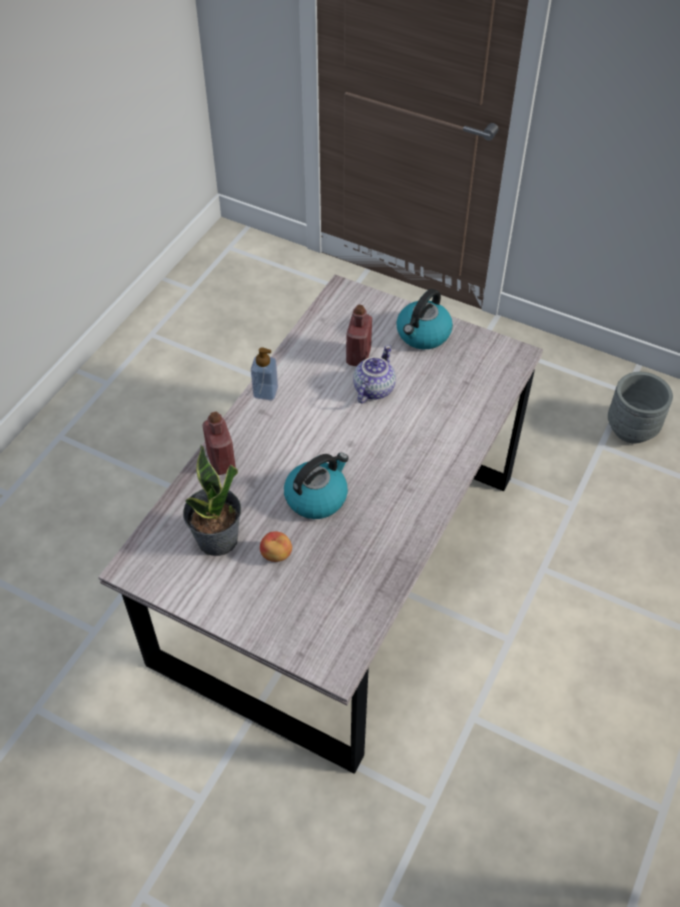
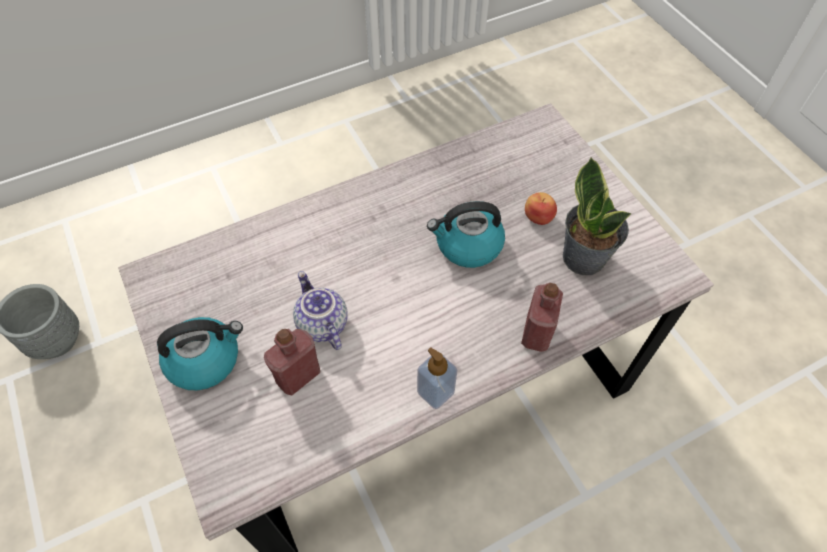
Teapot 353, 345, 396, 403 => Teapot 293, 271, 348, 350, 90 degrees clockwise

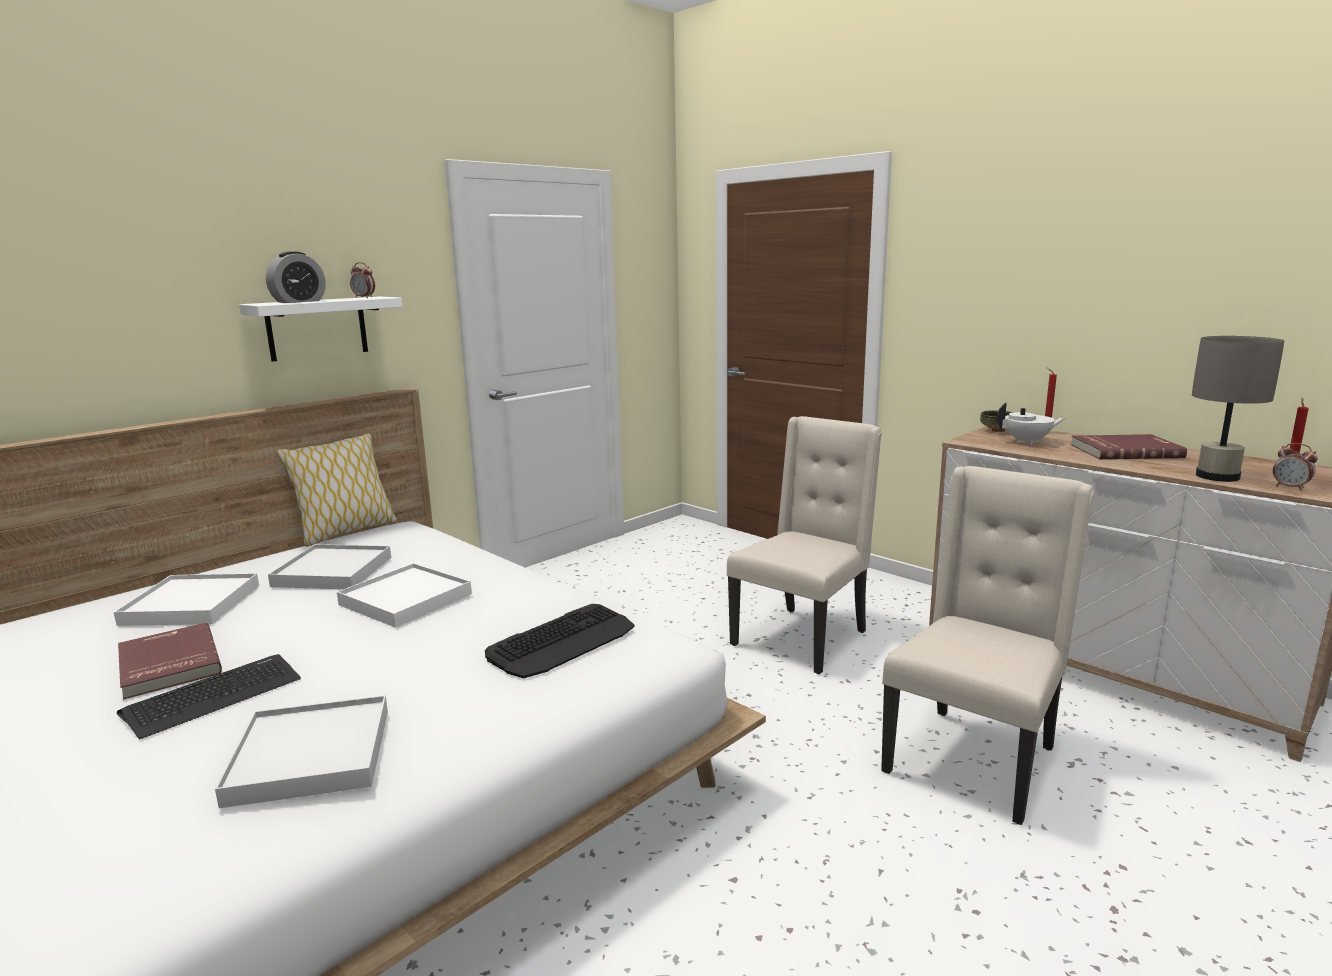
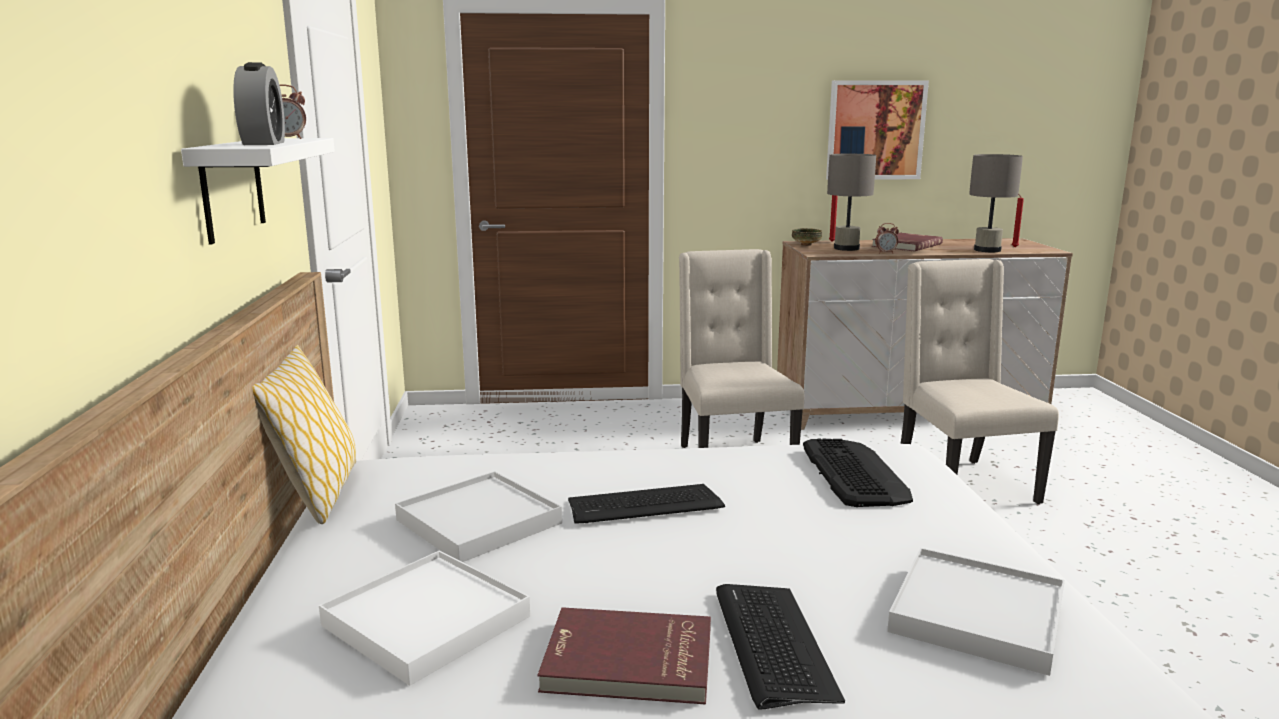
WhiteTray 337, 563, 472, 628 => PcKeyboard 568, 484, 725, 524
WhiteTeapot 997, 403, 1065, 445 => GreyTableLamp 827, 154, 876, 251
BedsideClock 1273, 443, 1318, 491 => BedsideClock 875, 223, 899, 254, moved
nothing => Picture 826, 80, 929, 180

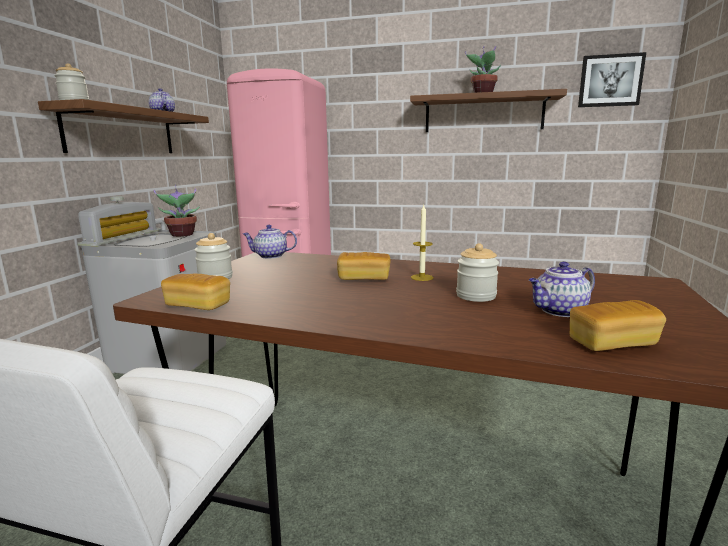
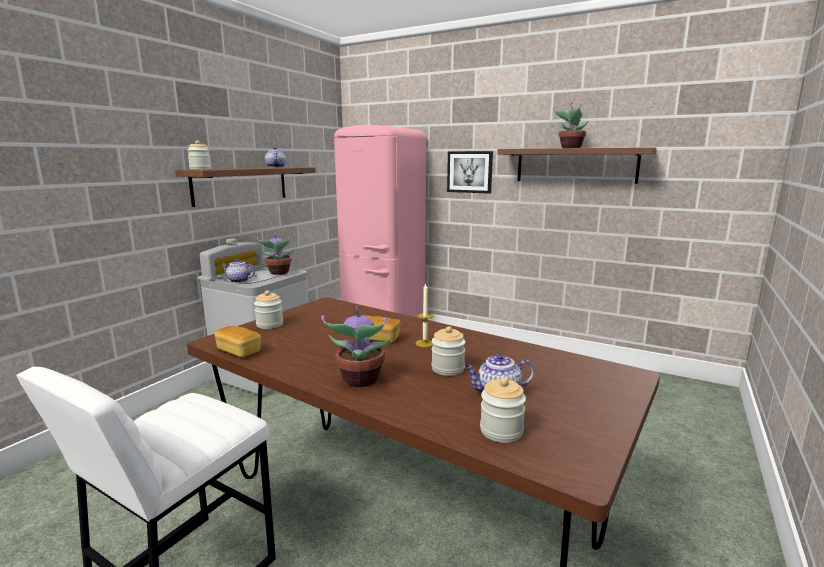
Teapot 243, 225, 297, 259 => Teapot 222, 259, 255, 283, moved
BakeryBread 570, 300, 666, 351 => Jar 480, 377, 526, 443
Picture 578, 52, 646, 107 => Picture 447, 151, 493, 194, moved
nothing => Houseplant 321, 305, 392, 387

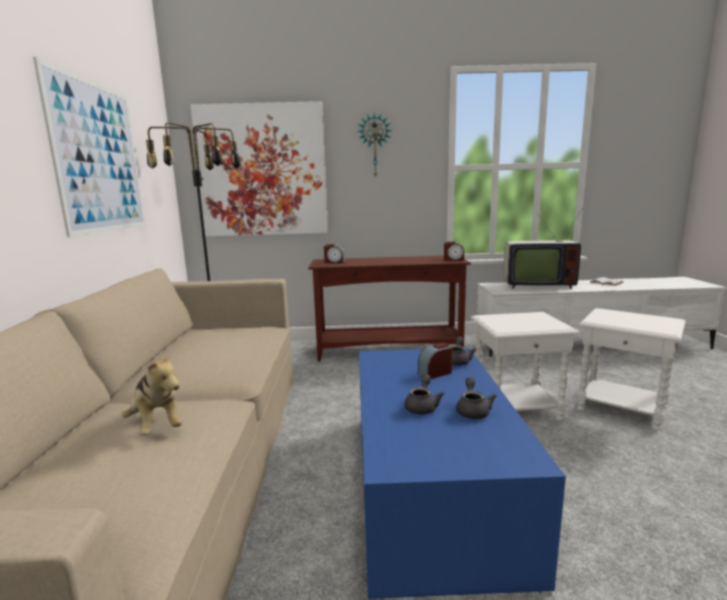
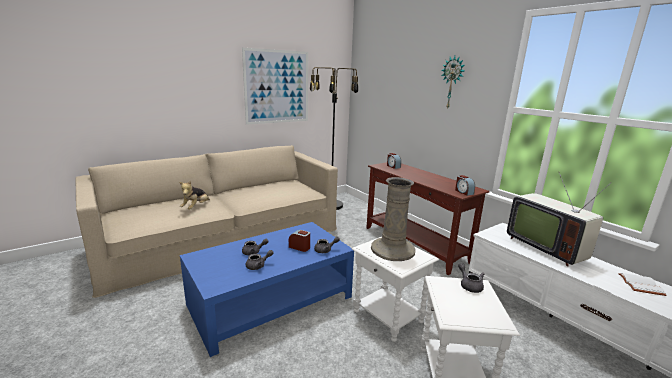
Picture 190, 101, 328, 236 => nothing
nothing => BeigeColouredFlowerVase 371, 177, 416, 261
nothing => GreyTeapot 458, 263, 484, 293

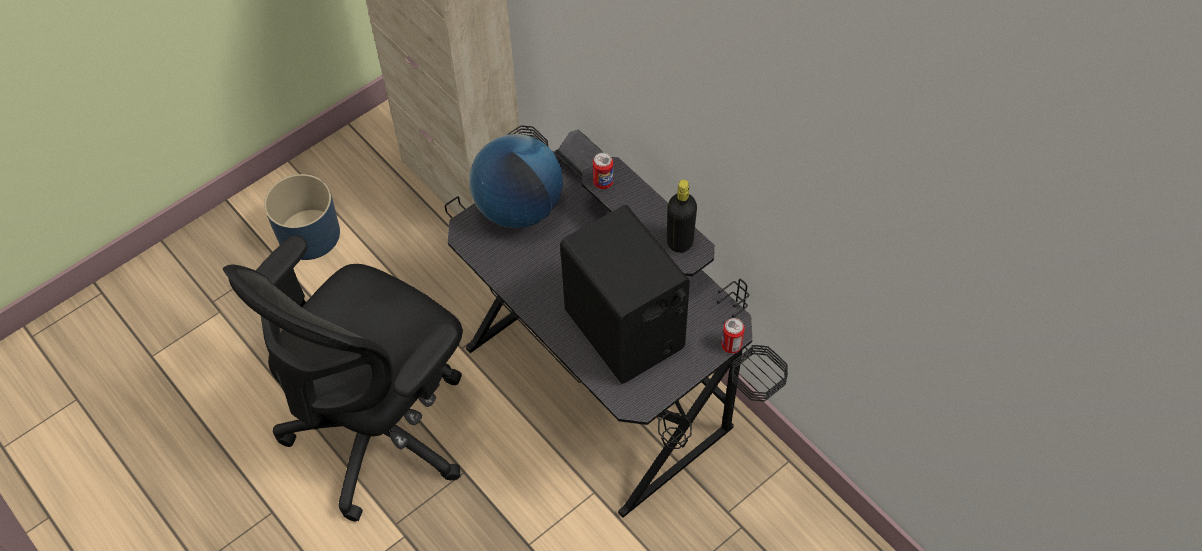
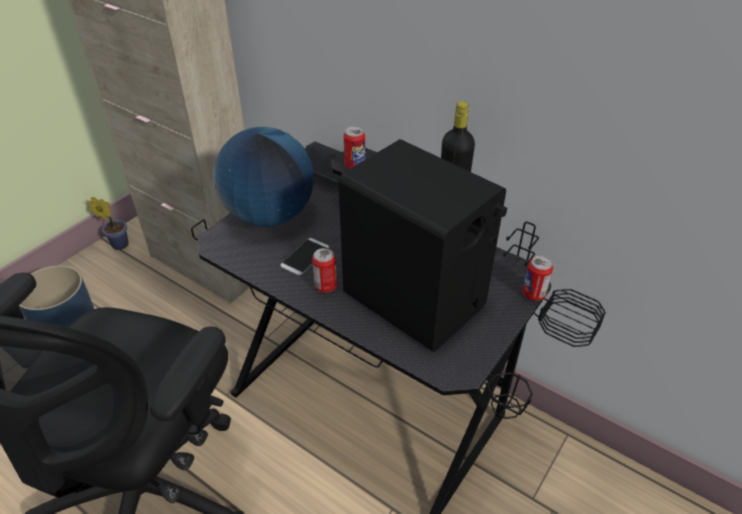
nothing => Houseplant 88, 197, 129, 250
nothing => Phone 280, 238, 329, 275
nothing => SealedCan 312, 248, 337, 293

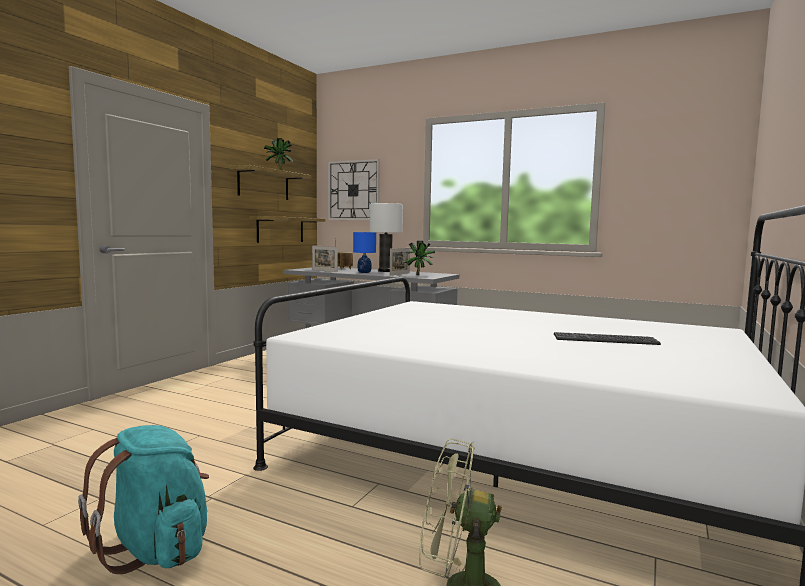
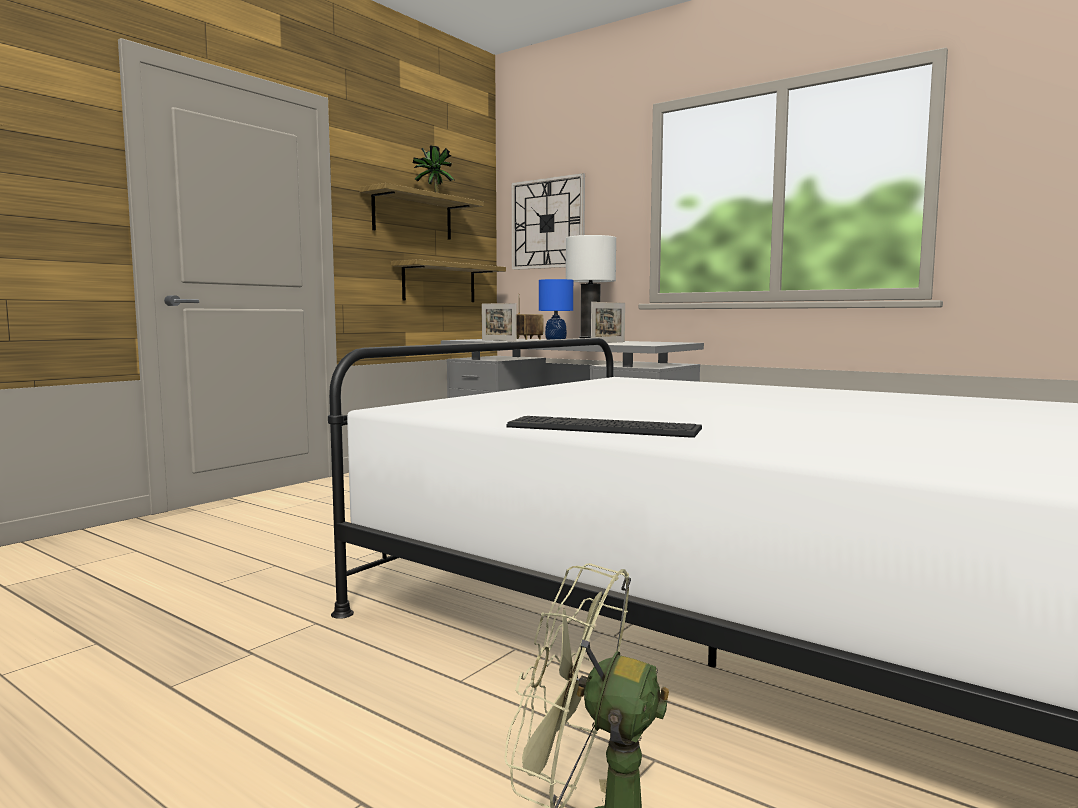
TurquoiseKnapsack 78, 425, 209, 574 => nothing
Houseplant 405, 241, 435, 275 => nothing
PcKeyboard 554, 332, 661, 345 => PcKeyboard 506, 416, 702, 438, moved

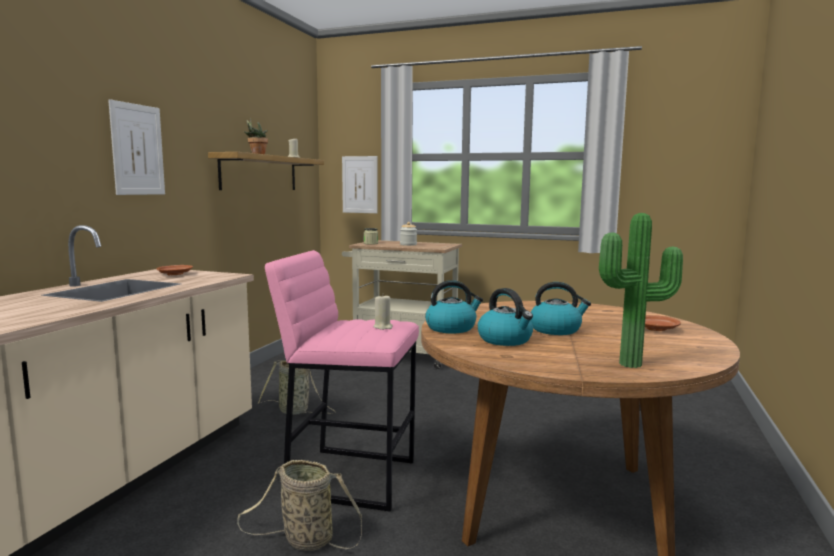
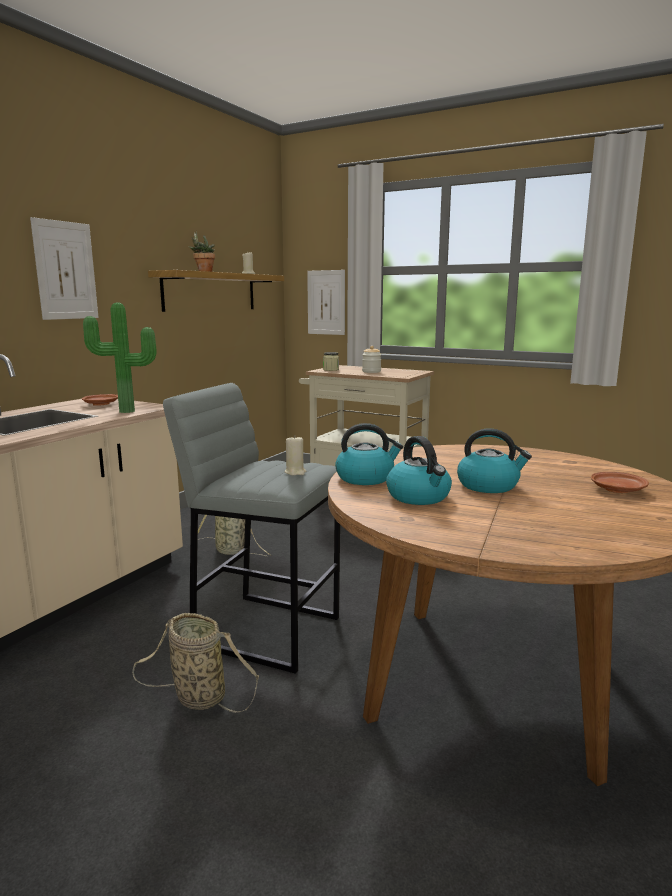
PinkishStoolSeat 265, 250, 419, 511 => GreyStoolSeat 163, 383, 340, 674
Houseplant 599, 213, 683, 368 => Houseplant 83, 302, 157, 413, moved

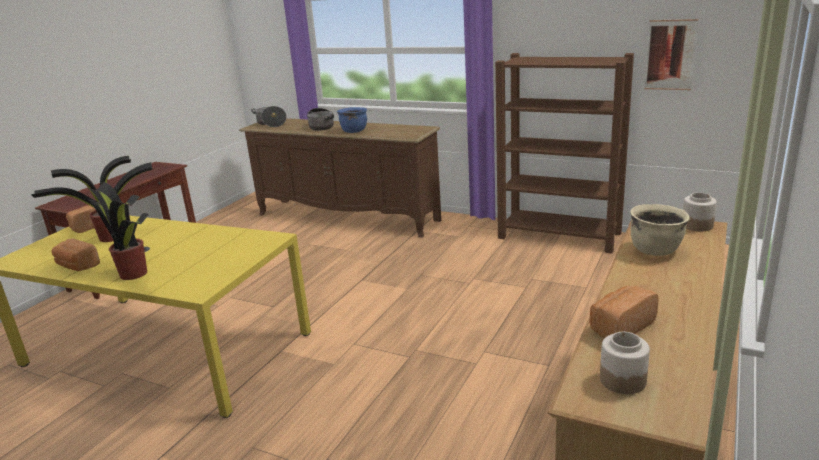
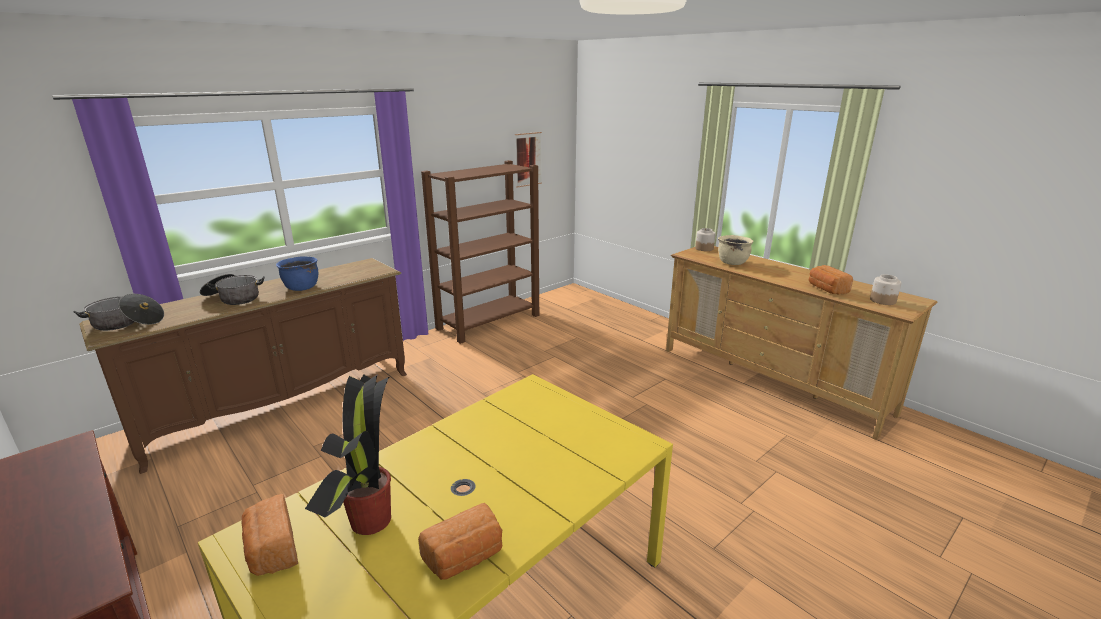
Houseplant 88, 182, 149, 280 => nothing

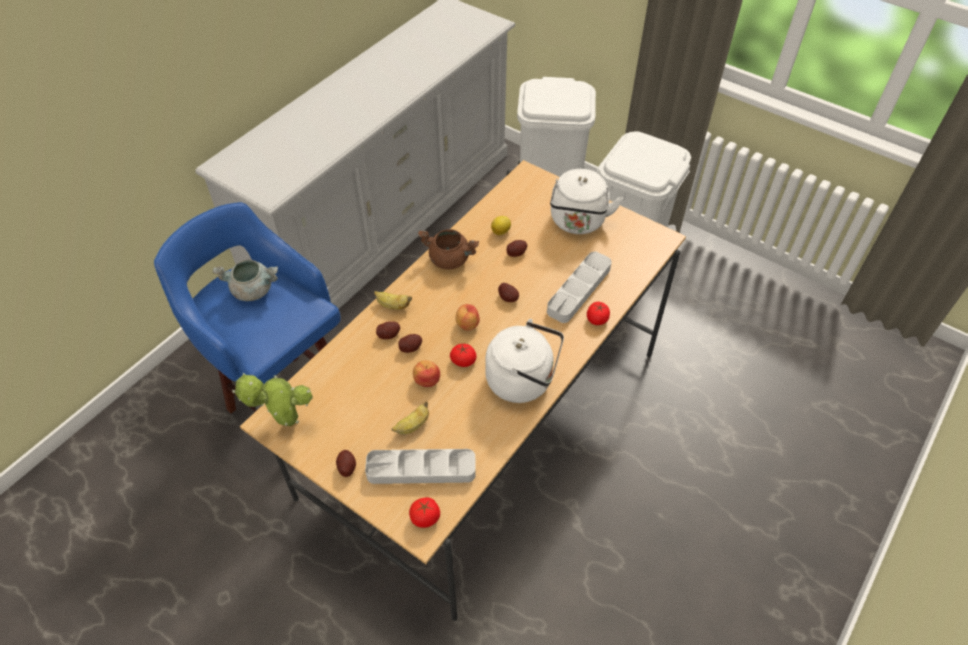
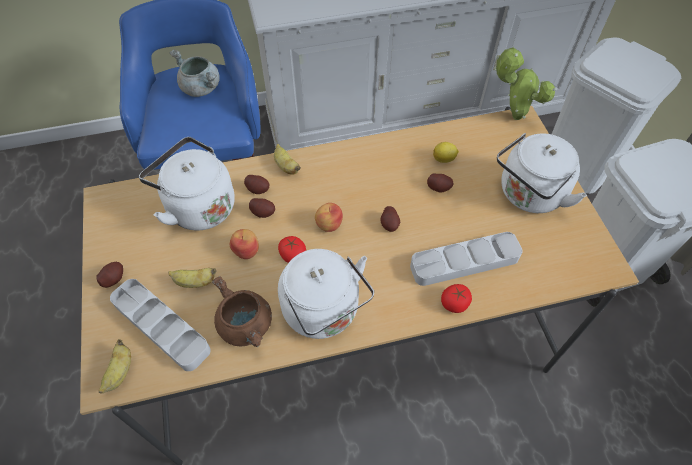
Houseplant 232, 373, 313, 426 => Houseplant 495, 47, 556, 120, moved
WholeTomato 409, 497, 440, 528 => BananaFruit 98, 339, 131, 394
BrownColouredSaucepot 418, 229, 479, 269 => BrownColouredSaucepot 212, 276, 272, 347, moved
nothing => WhiteWaterKettle 139, 137, 235, 231

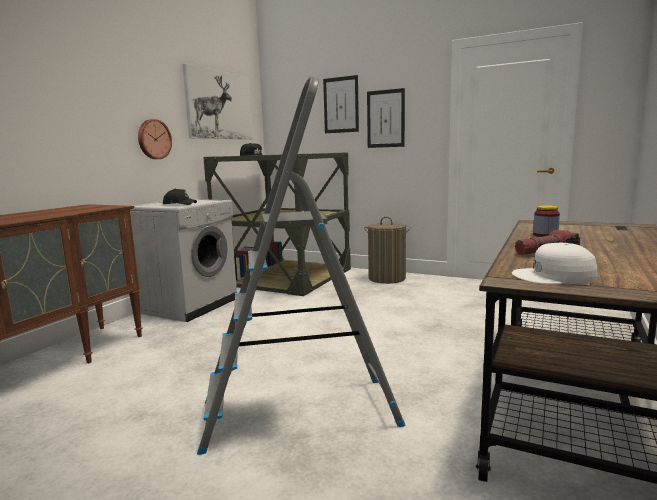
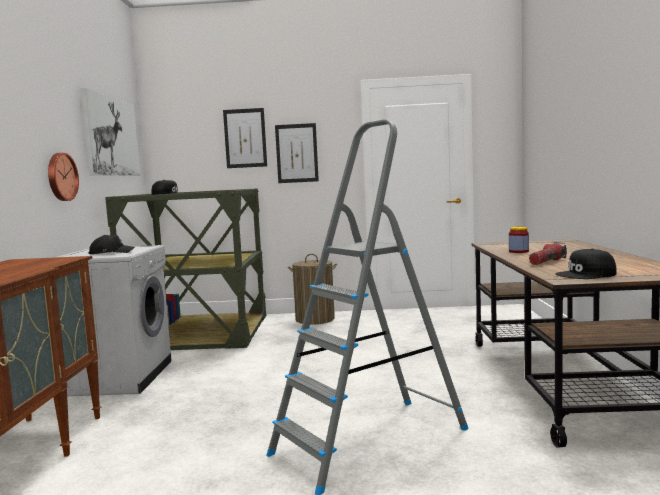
WhitePeakedCap 512, 243, 597, 285 => BlackPeakedCap 556, 249, 617, 279

